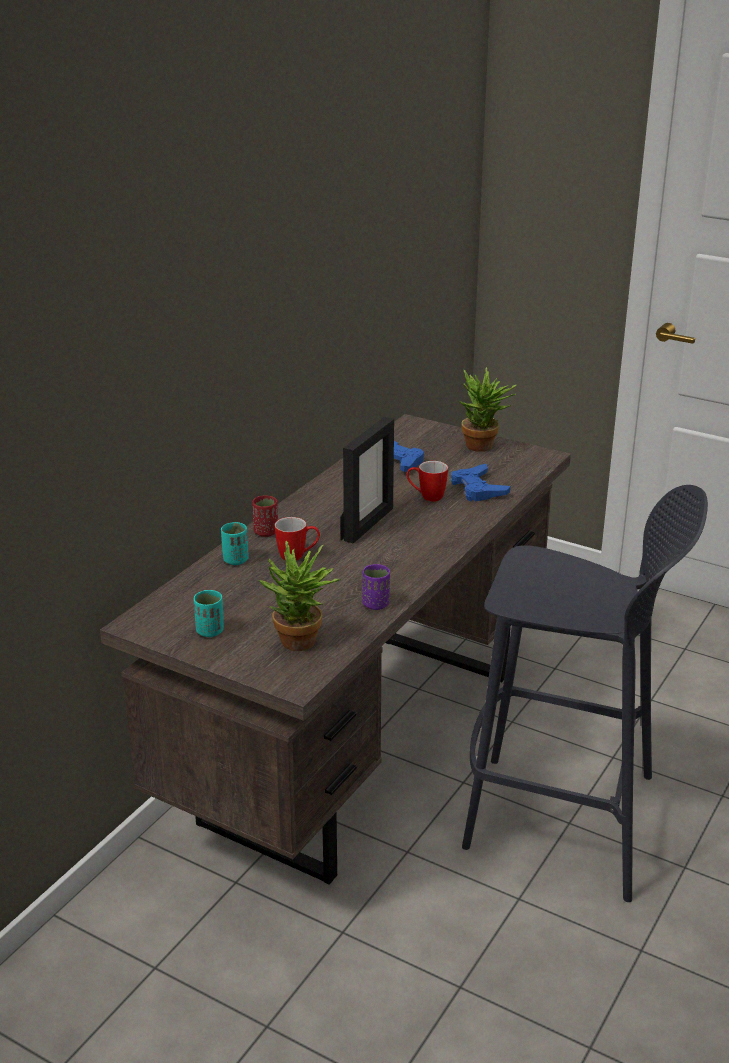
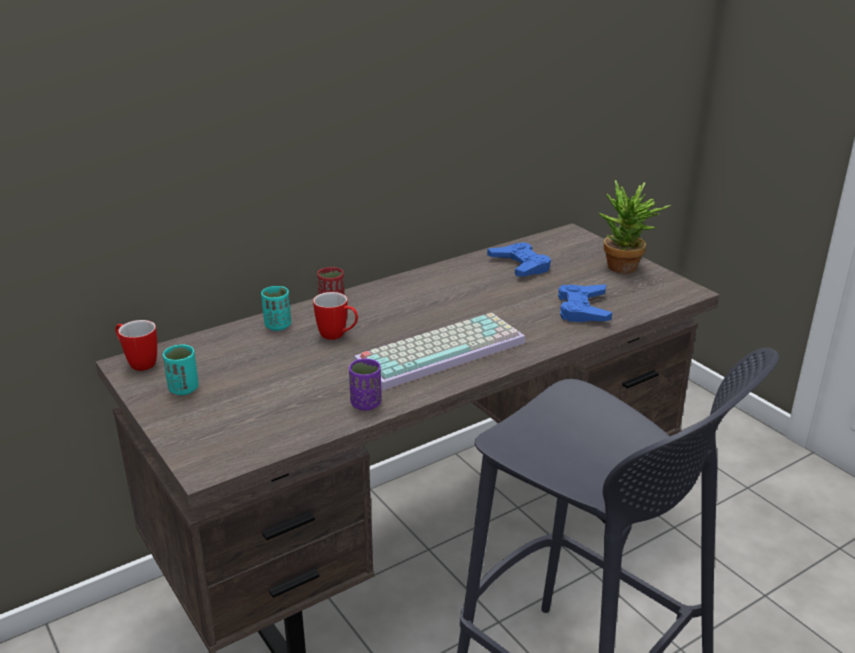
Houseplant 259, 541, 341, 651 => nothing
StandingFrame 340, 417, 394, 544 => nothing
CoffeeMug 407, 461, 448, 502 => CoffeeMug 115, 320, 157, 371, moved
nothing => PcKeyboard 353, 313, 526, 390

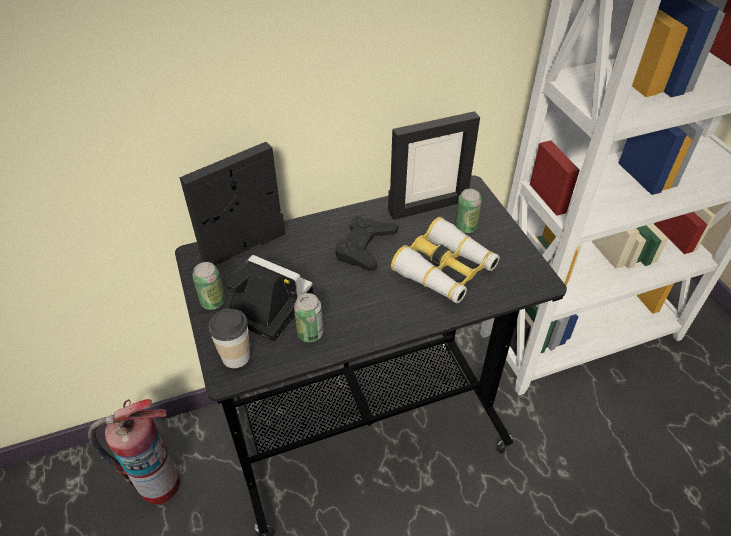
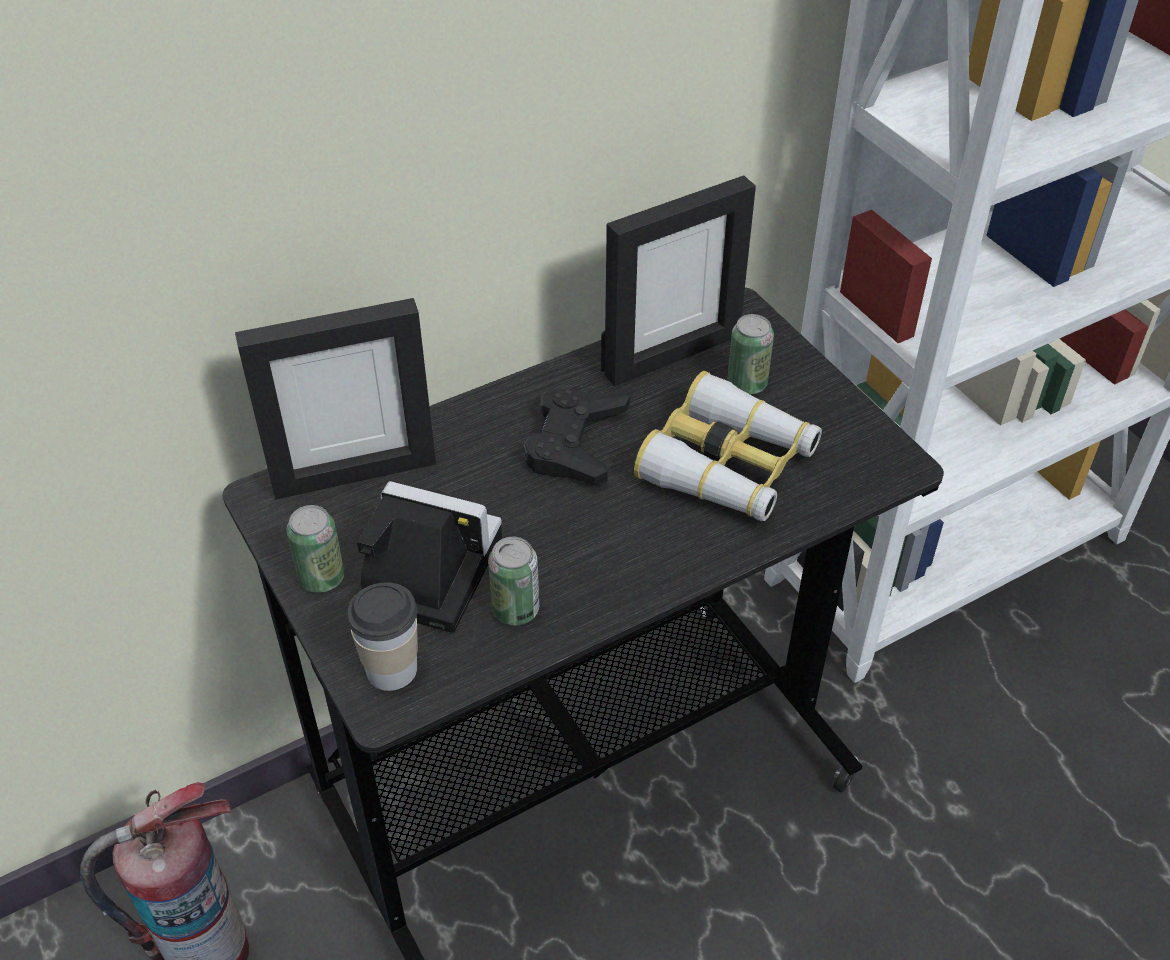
StandingFrame 179, 142, 285, 266 => StandingFrame 235, 298, 436, 500, 150 degrees counterclockwise

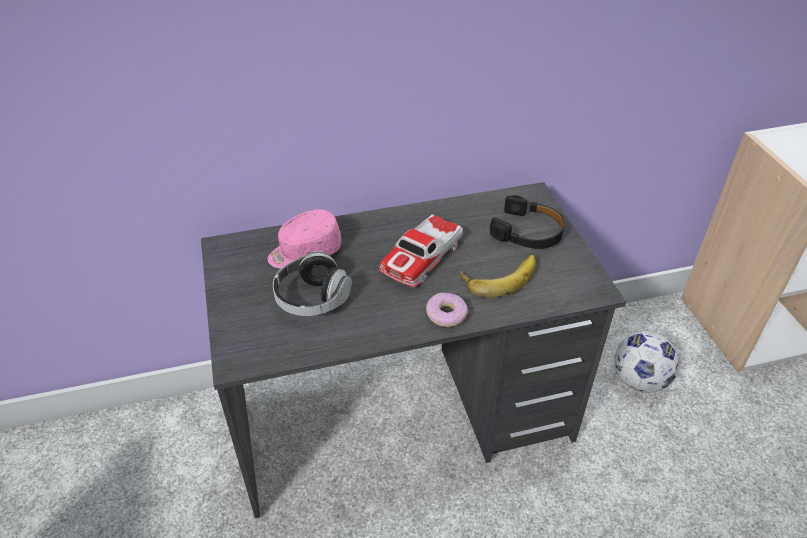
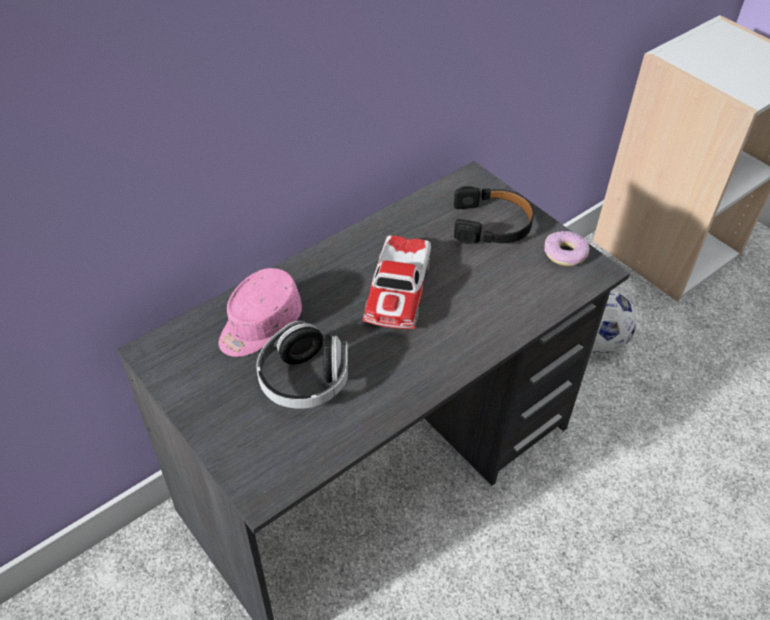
Doughnut 426, 293, 468, 327 => Doughnut 544, 231, 589, 266, moved
BananaFruit 460, 255, 536, 298 => nothing

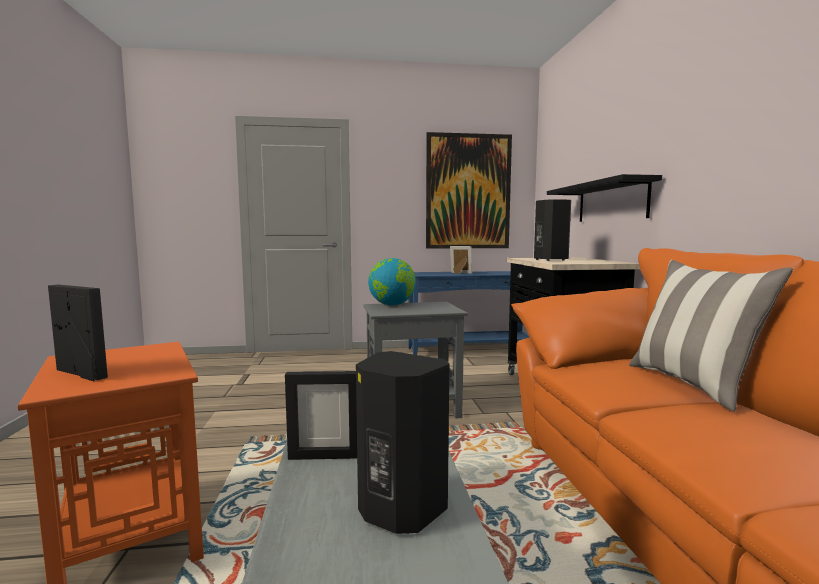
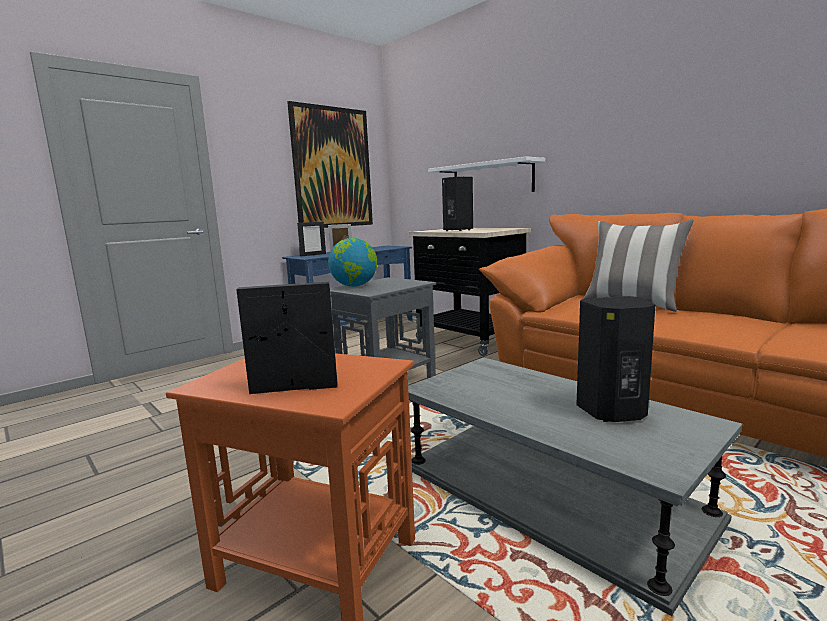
StandingFrame 285, 371, 357, 460 => StandingFrame 297, 222, 326, 256, moved
BlackShelf 547, 174, 662, 222 => WhiteShelf 428, 156, 545, 192

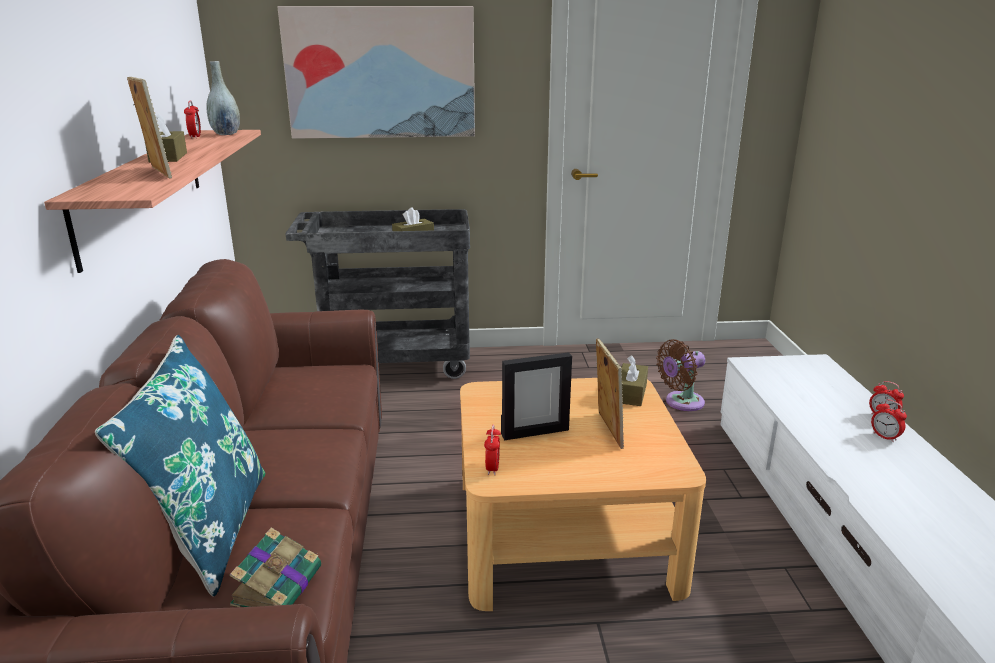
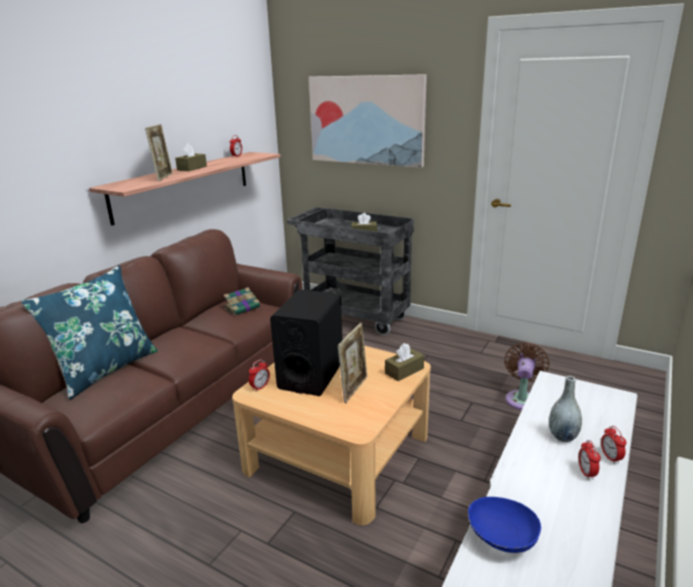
GreyFlowerVase 207, 61, 240, 135 => GreyFlowerVase 549, 376, 582, 442, moved
Volume 229, 528, 321, 607 => Volume 223, 287, 262, 315, moved
StandingFrame 501, 352, 572, 440 => BlackSpeaker 270, 289, 343, 396
BrownColouredCoolingFan 656, 339, 705, 411 => BrownColouredCoolingFan 504, 343, 550, 410, 105 degrees clockwise
nothing => BlueBowl 468, 497, 541, 553

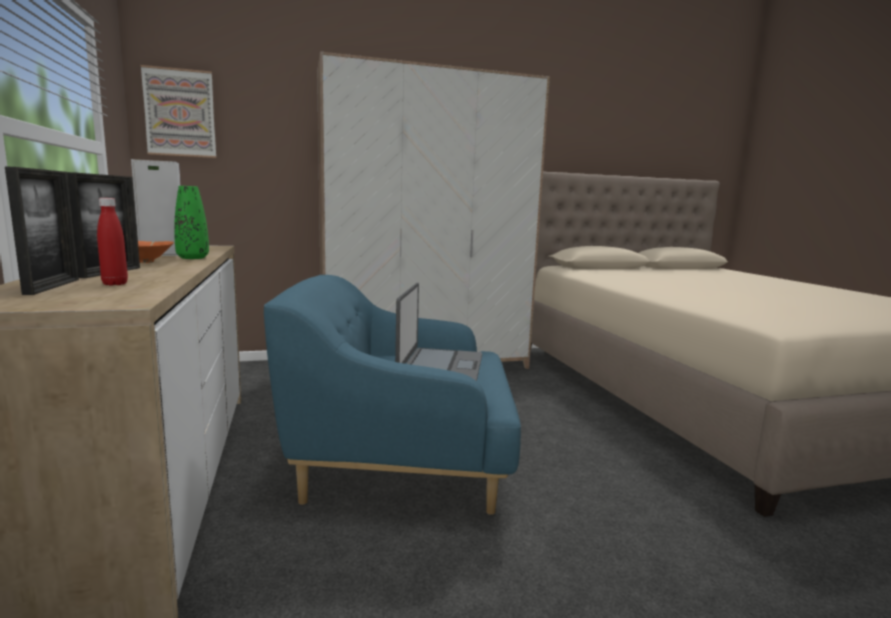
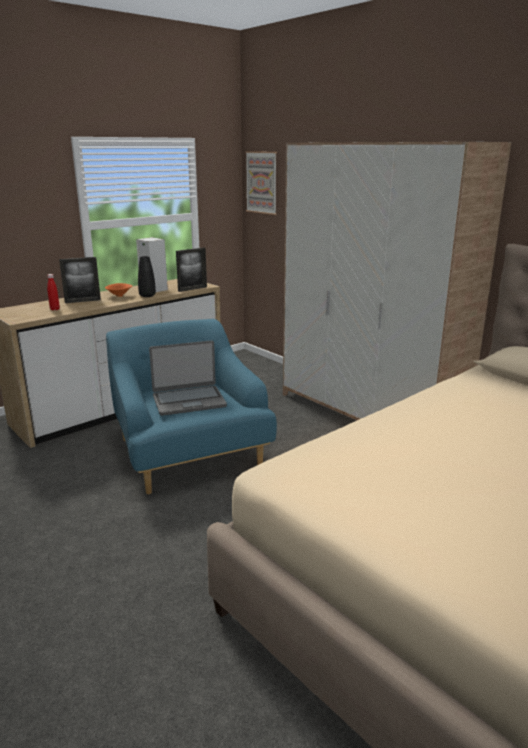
StandingFrame 5, 166, 79, 295 => StandingFrame 176, 247, 207, 292, moved
GreenColouredFlowerVase 174, 186, 209, 259 => BlackFlowerVase 138, 256, 156, 297

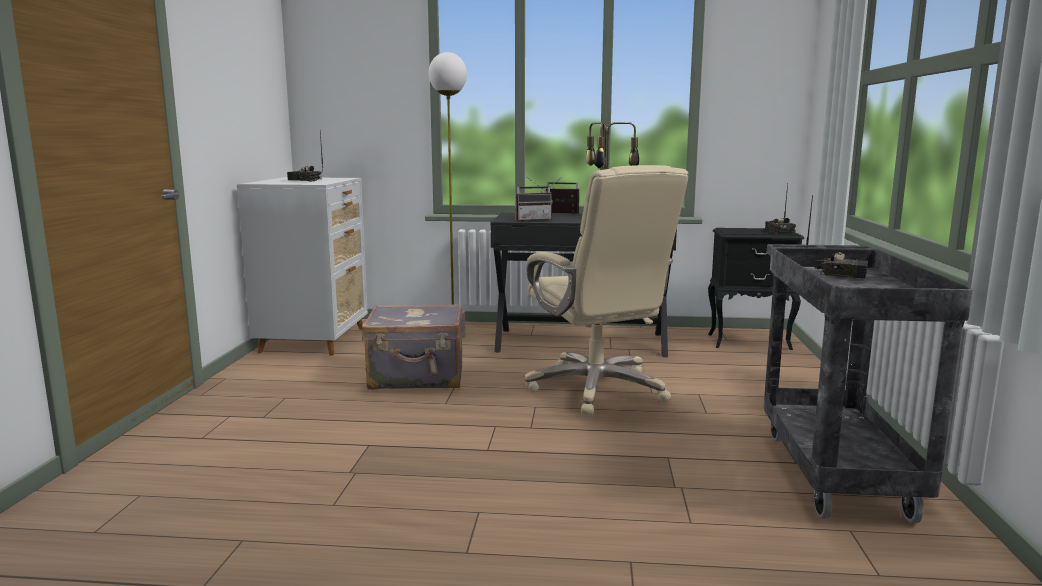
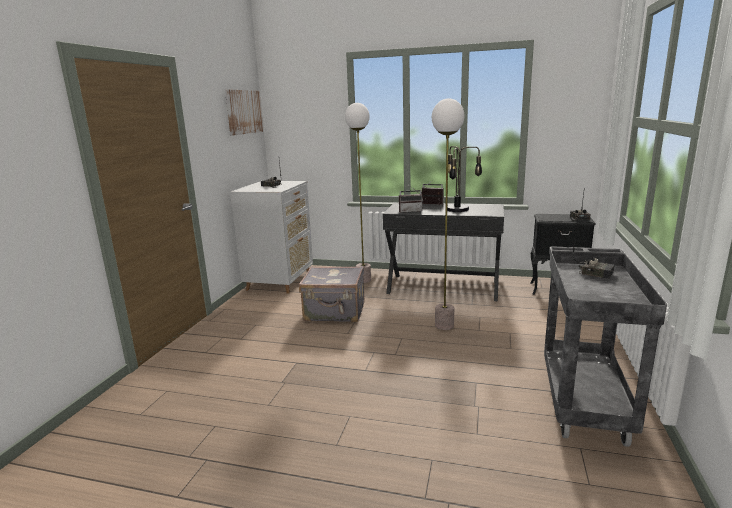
BeigeColouredDeskChair 525, 165, 688, 415 => StandardLamp 432, 99, 465, 330
nothing => Picture 225, 90, 263, 136

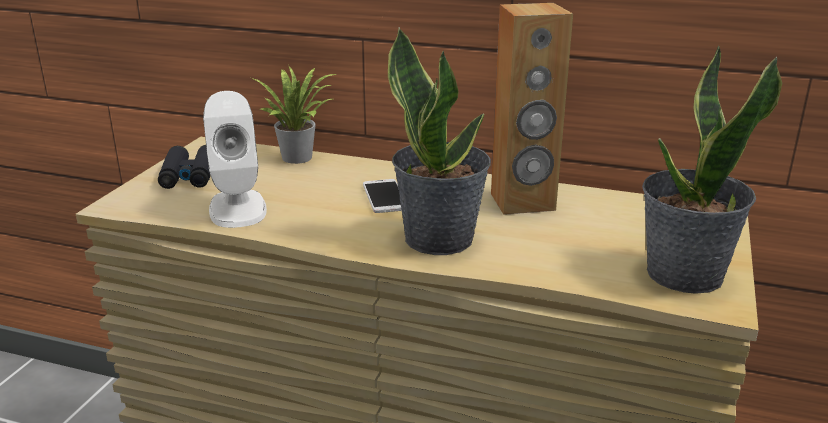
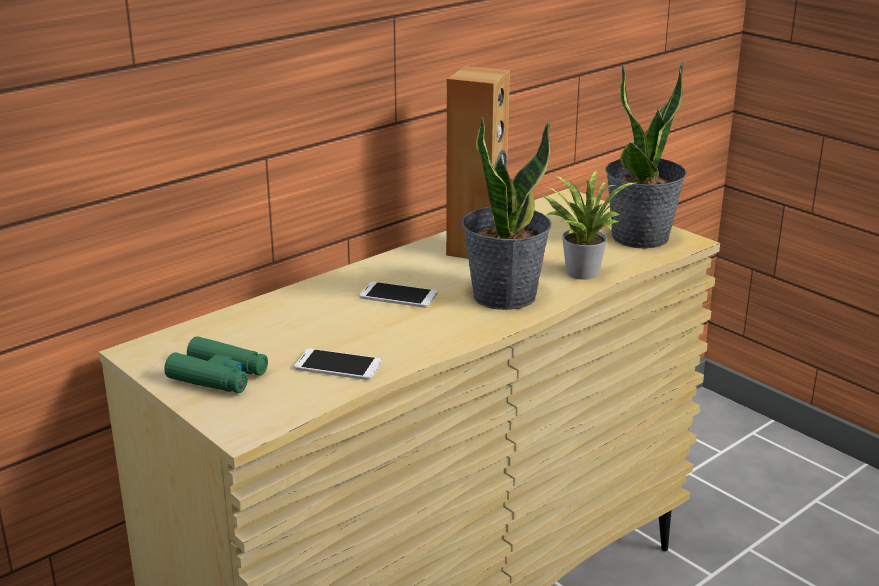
BlackPairOfBinoculars 158, 145, 211, 189 => GreenColouredPairOfBinoculars 164, 336, 268, 393
WhiteSpeaker 203, 91, 267, 228 => Phone 294, 349, 382, 380
Houseplant 252, 66, 336, 164 => Houseplant 541, 170, 639, 280, moved

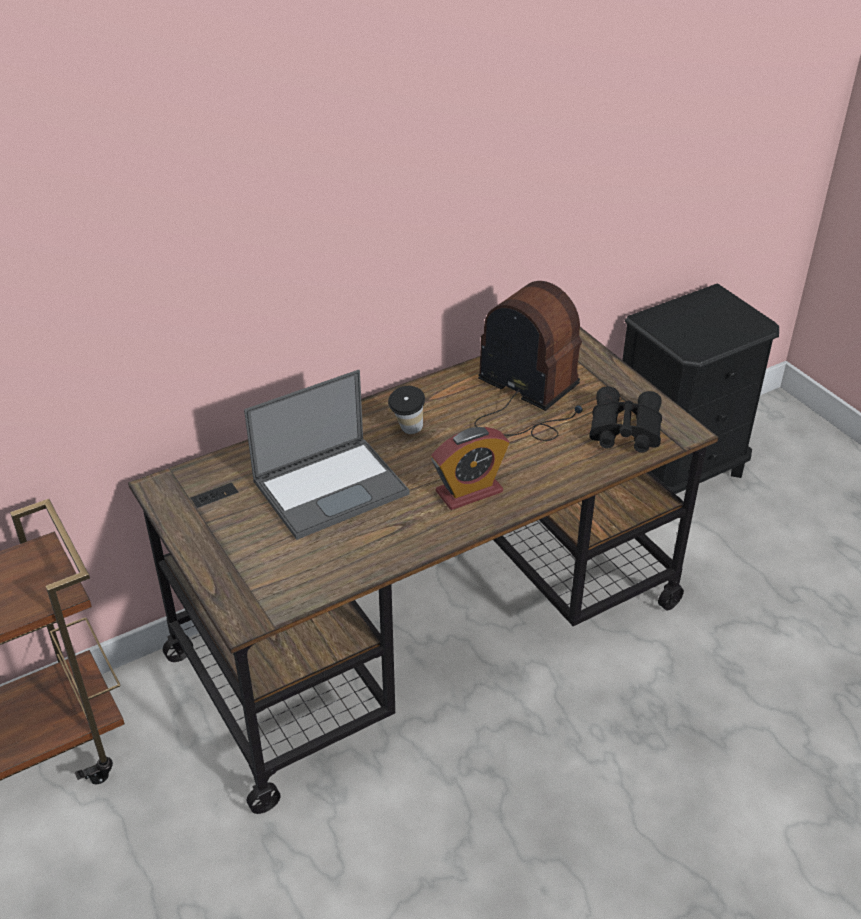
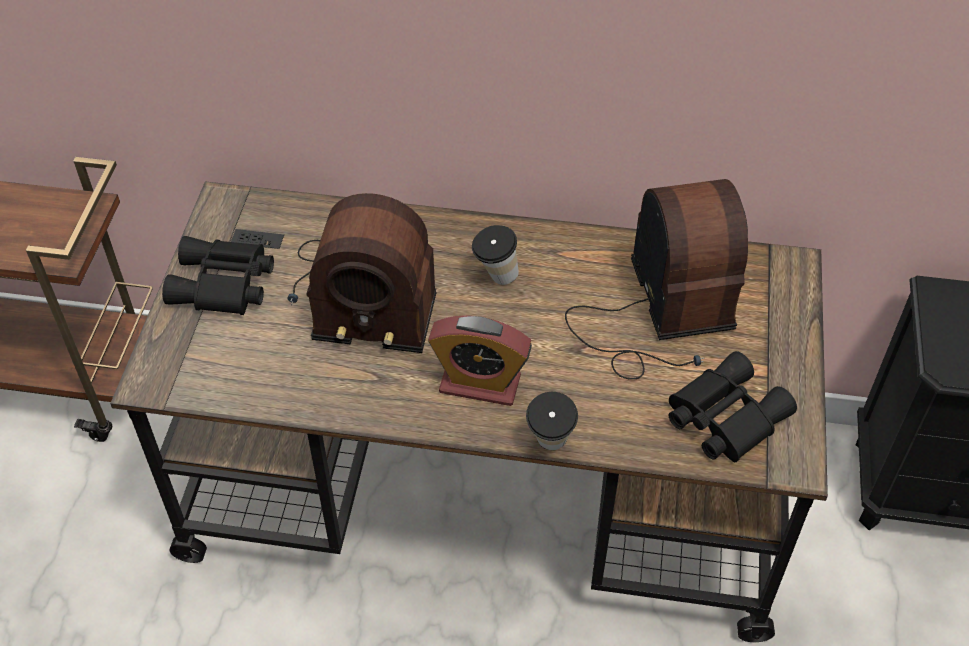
PortableComputer 244, 370, 409, 540 => Radio 288, 193, 436, 353
nothing => BlackPairOfBinoculars 162, 236, 274, 315
nothing => SmallCup 526, 392, 578, 450

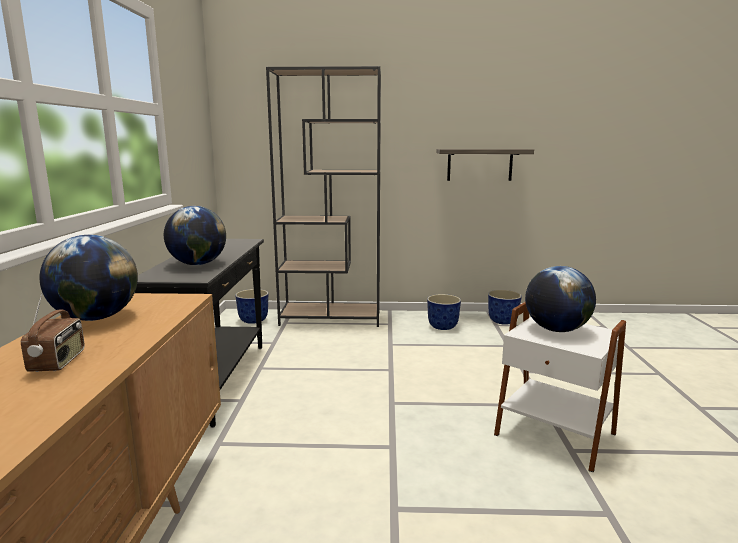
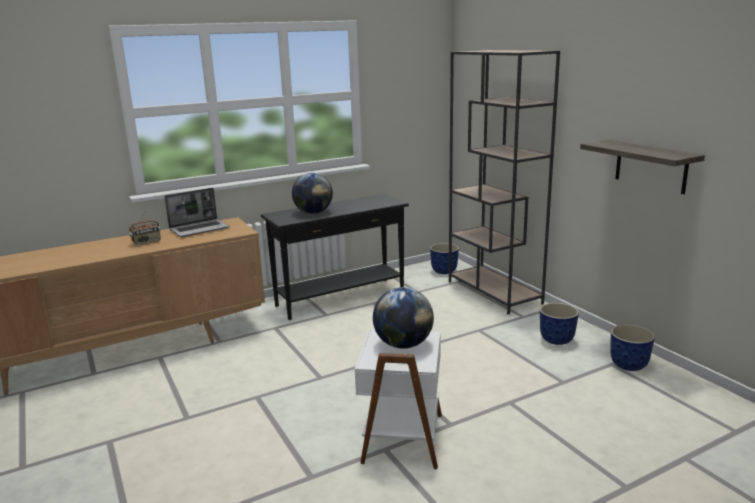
DeskGlobe 40, 235, 138, 321 => PortableComputer 164, 188, 230, 237

